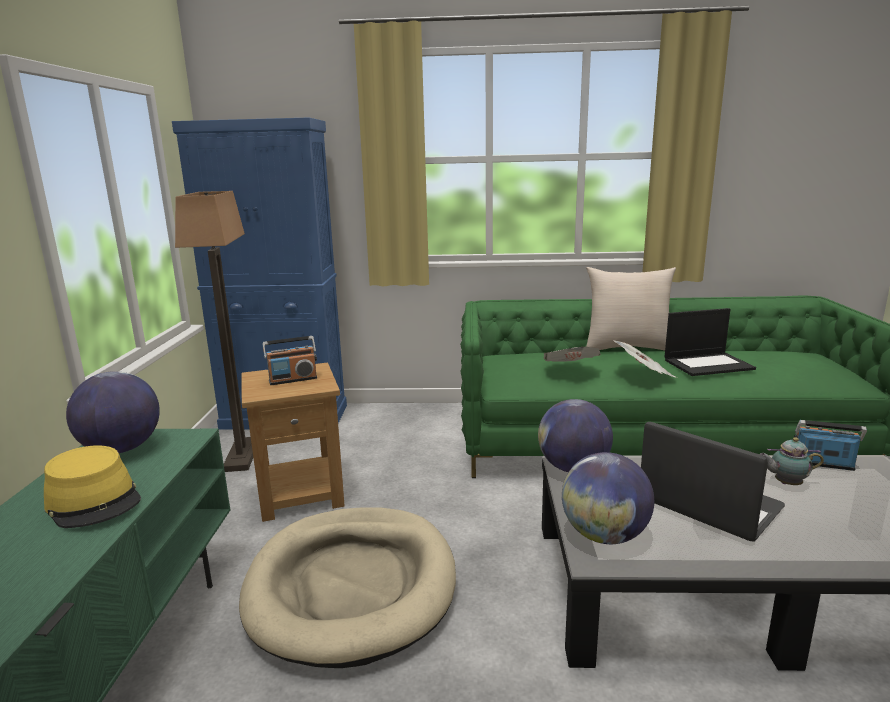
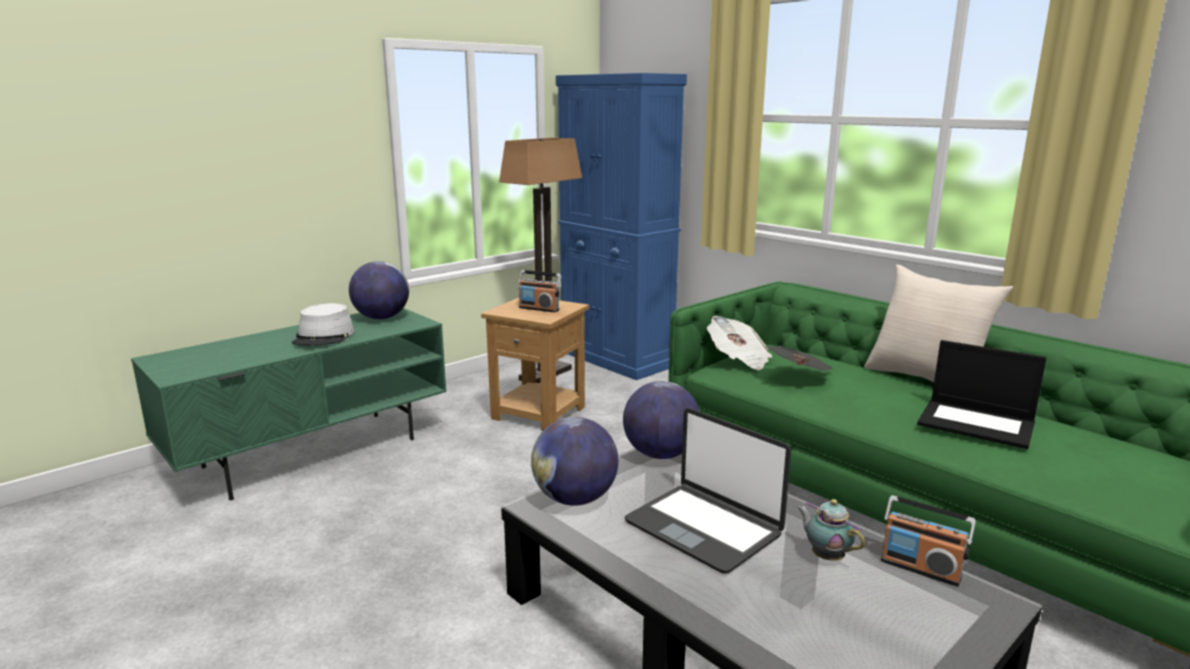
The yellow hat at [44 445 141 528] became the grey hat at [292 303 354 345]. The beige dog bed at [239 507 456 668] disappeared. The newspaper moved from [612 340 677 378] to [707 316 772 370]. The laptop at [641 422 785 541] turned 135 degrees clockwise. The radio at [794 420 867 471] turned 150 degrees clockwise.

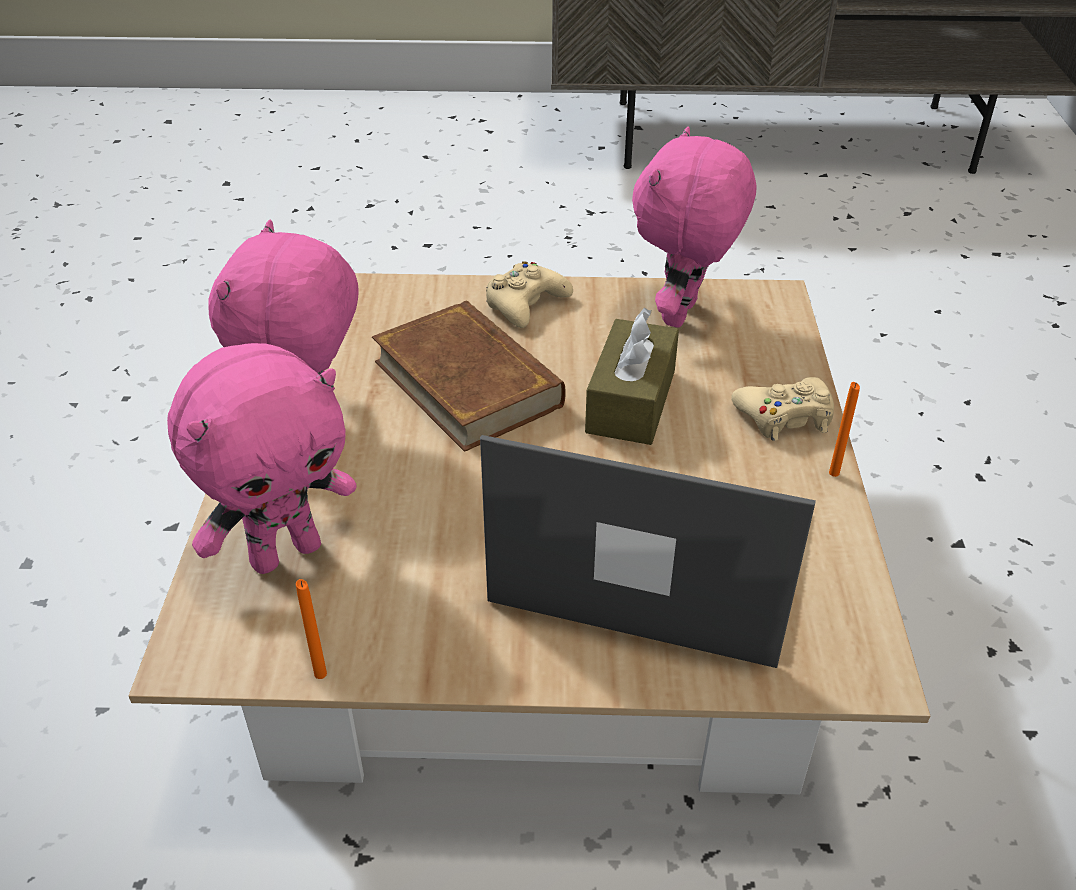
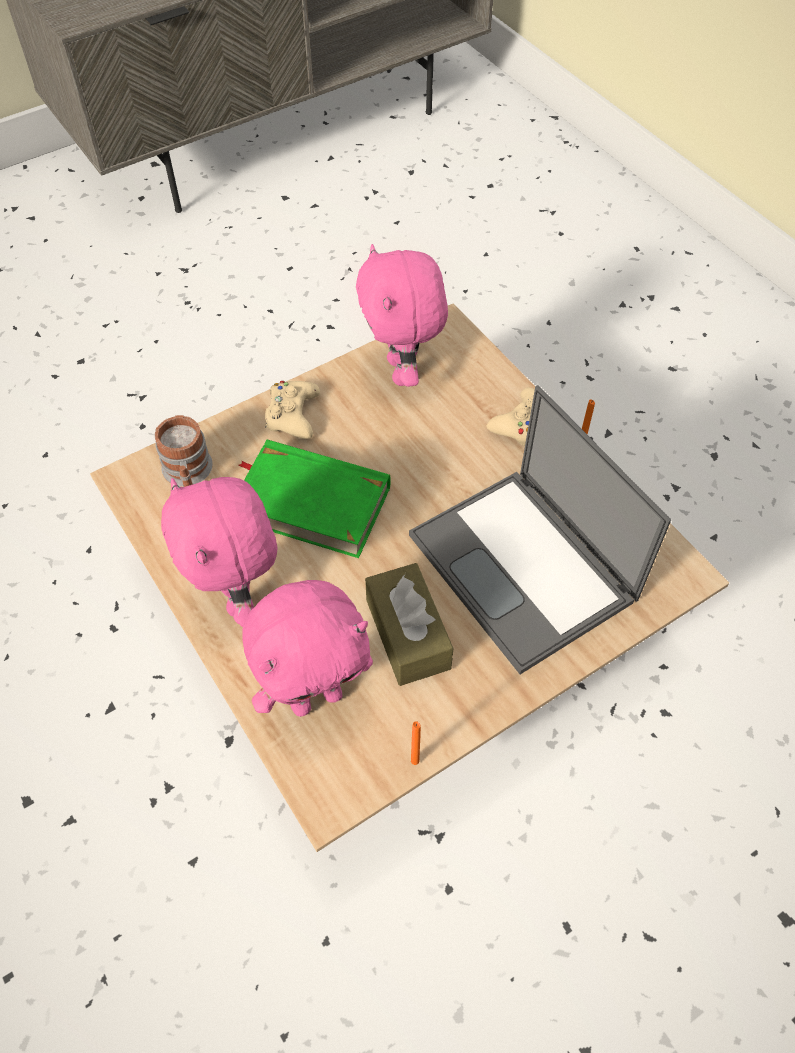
The pink plush toy at [167 343 357 574] turned 45 degrees clockwise. The brown book at [372 300 566 452] became the green book at [239 440 391 558]. The laptop at [480 435 816 668] turned 105 degrees counterclockwise. The brown tissue box moved from [585 307 679 445] to [365 563 453 686]. The mug at [155 415 213 487] appeared.

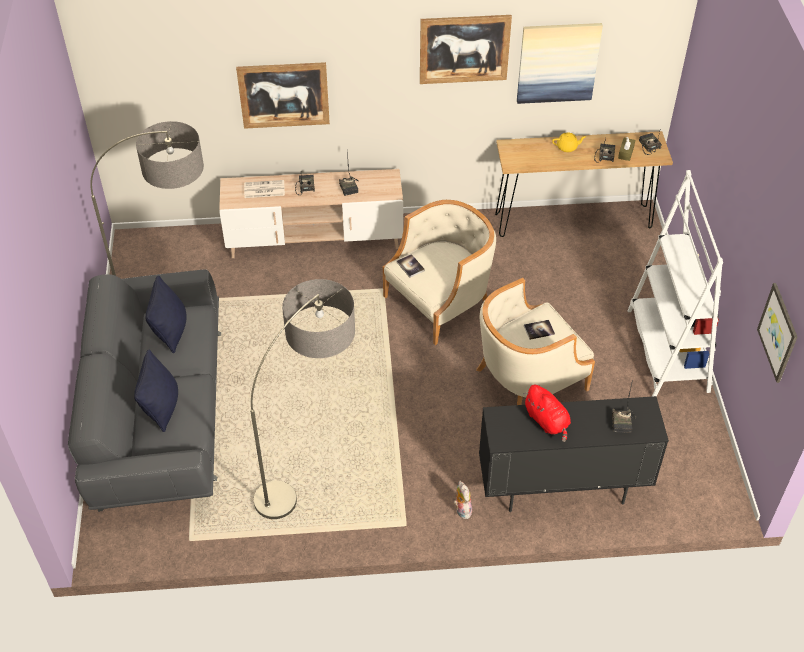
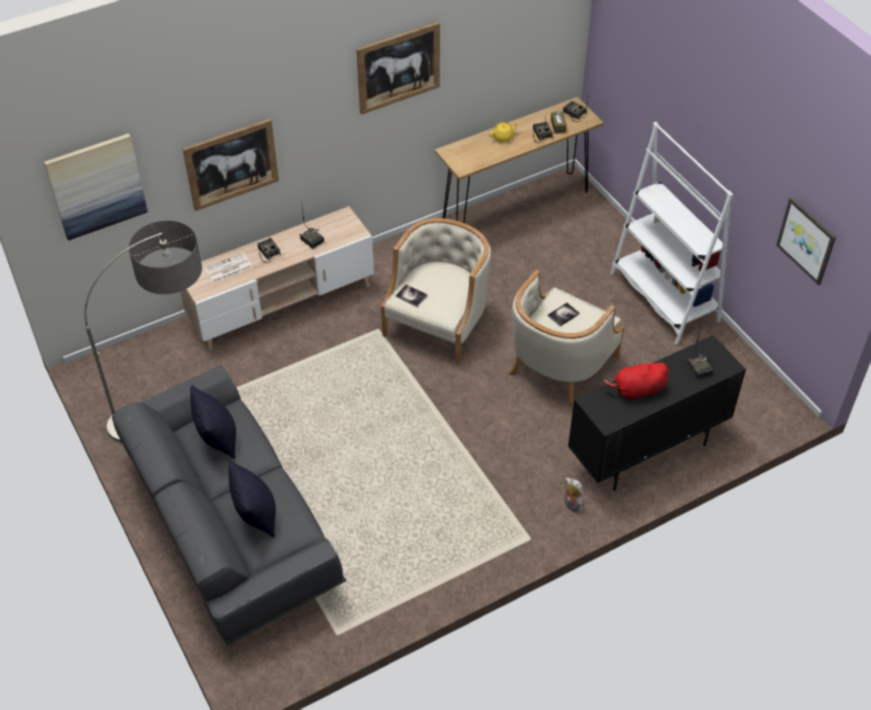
The floor lamp at [250 279 355 519] disappeared. The picture moved from [517 23 603 104] to [44 134 148 241]. The red plush toy at [523 385 571 442] turned 135 degrees clockwise.

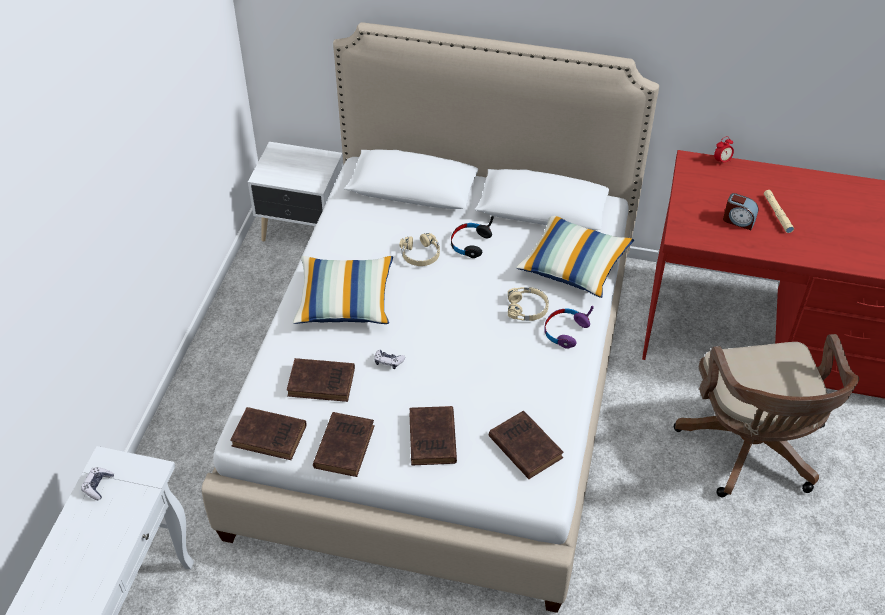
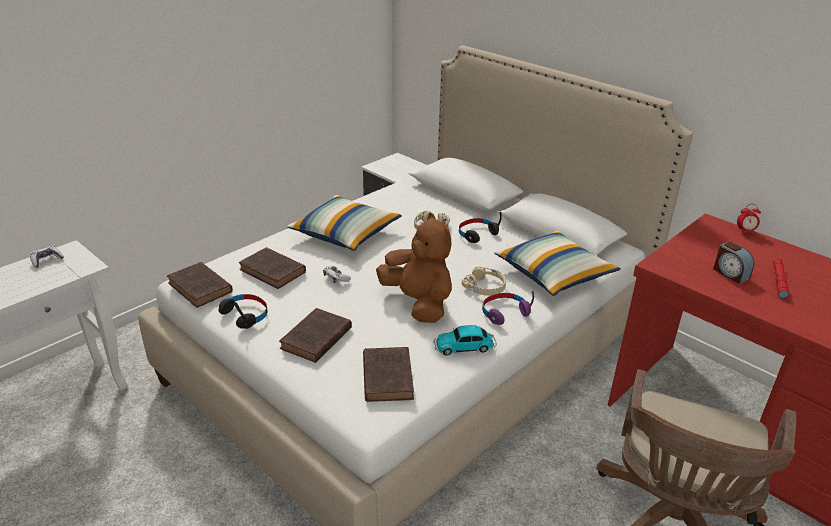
The brown book at [313 412 374 477] was replaced by the black headphones at [219 294 268 329]. The beige flashlight at [764 190 794 233] became the red flashlight at [773 259 789 299]. The brown plush toy at [376 213 452 323] appeared. The toy car at [434 325 497 356] appeared.

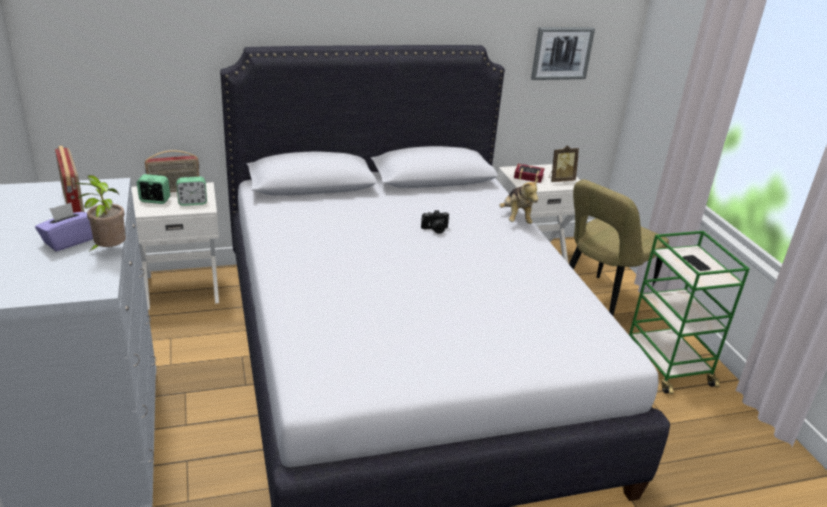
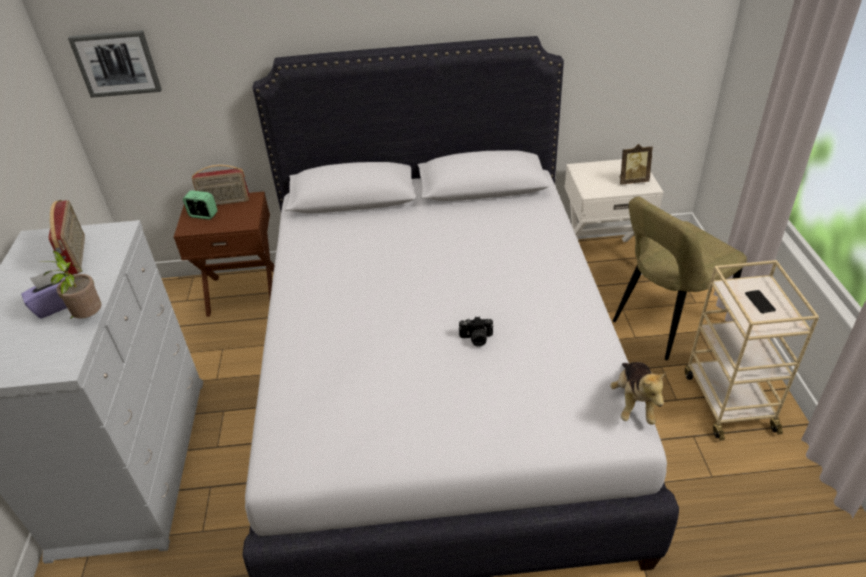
The white nightstand at [131 182 219 310] became the brown nightstand at [174 191 275 317]. The alarm clock at [177 177 207 206] disappeared. The photo camera moved from [421 210 450 234] to [459 316 494 347]. The plush toy moved from [499 178 539 224] to [610 362 667 425]. The book at [514 164 545 183] disappeared. The picture moved from [531 27 595 80] to [68 30 162 98]. The green cart at [629 231 750 394] became the beige cart at [685 260 819 441].

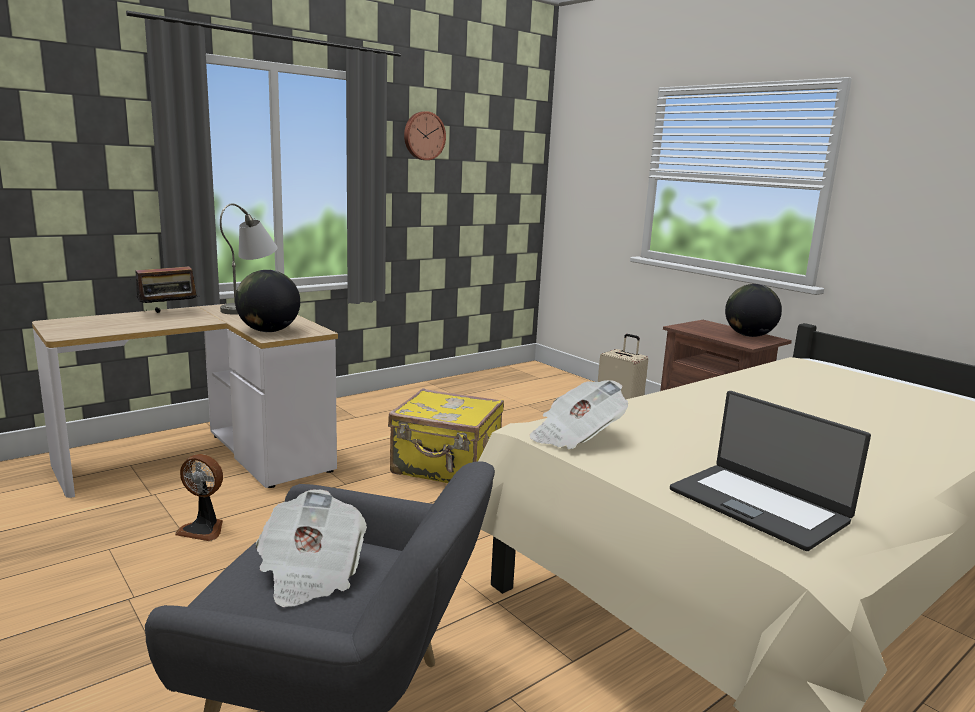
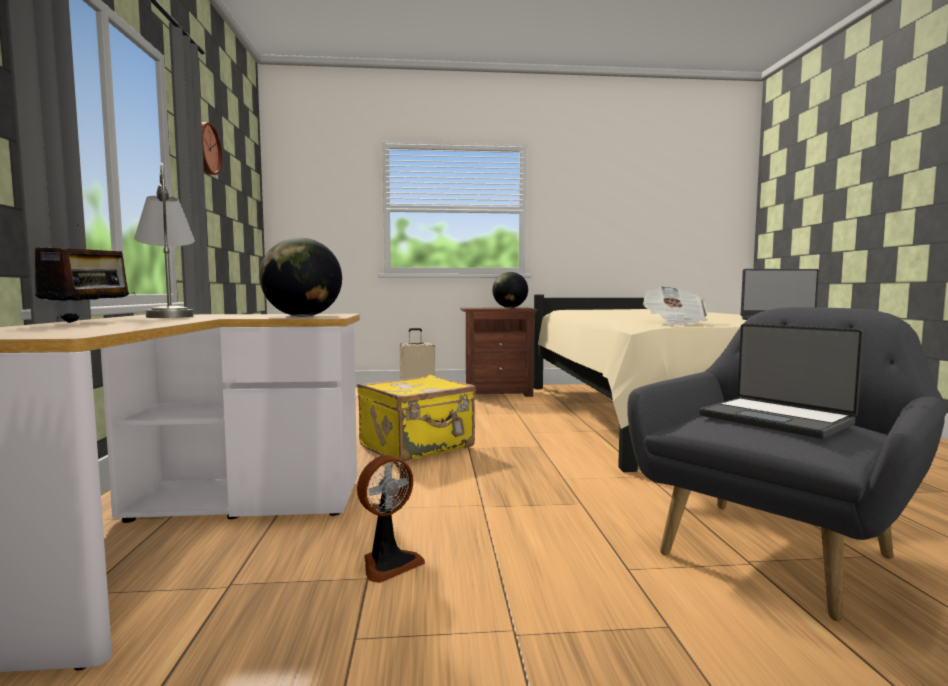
The newspaper at [256 489 367 607] was replaced by the laptop at [699 324 864 439].

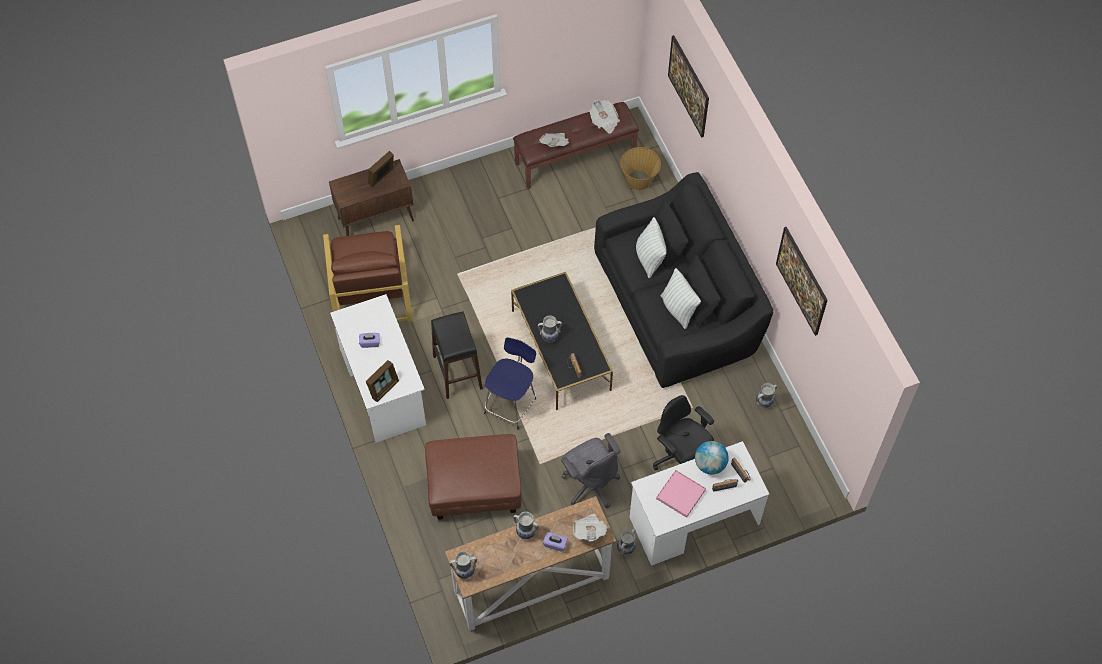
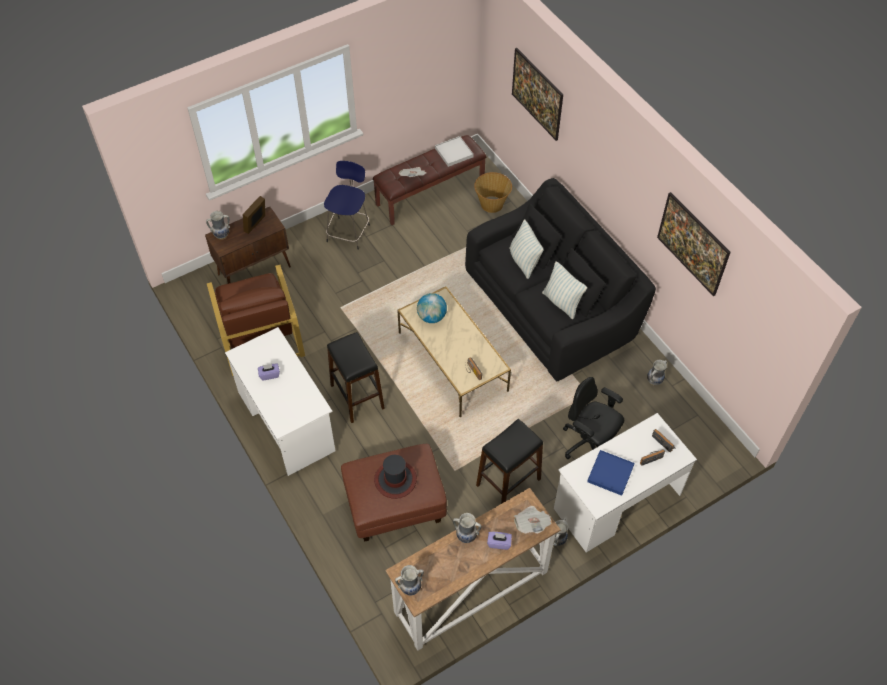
The picture frame at [366 360 399 402] disappeared. The blue stool moved from [484 338 536 430] to [324 161 370 250]. The black coffee table at [511 272 613 410] became the beige coffee table at [397 286 511 417]. The vase moved from [538 315 562 343] to [206 211 230 240]. The grey office chair at [561 433 621 508] was replaced by the black stool at [476 419 543 504]. The newspaper at [589 100 620 134] was replaced by the white tray at [435 136 474 167]. The pink tray at [656 470 706 518] became the blue tray at [587 450 635 496]. The globe moved from [695 441 729 475] to [417 293 447 323]. The hat at [374 455 417 499] appeared.

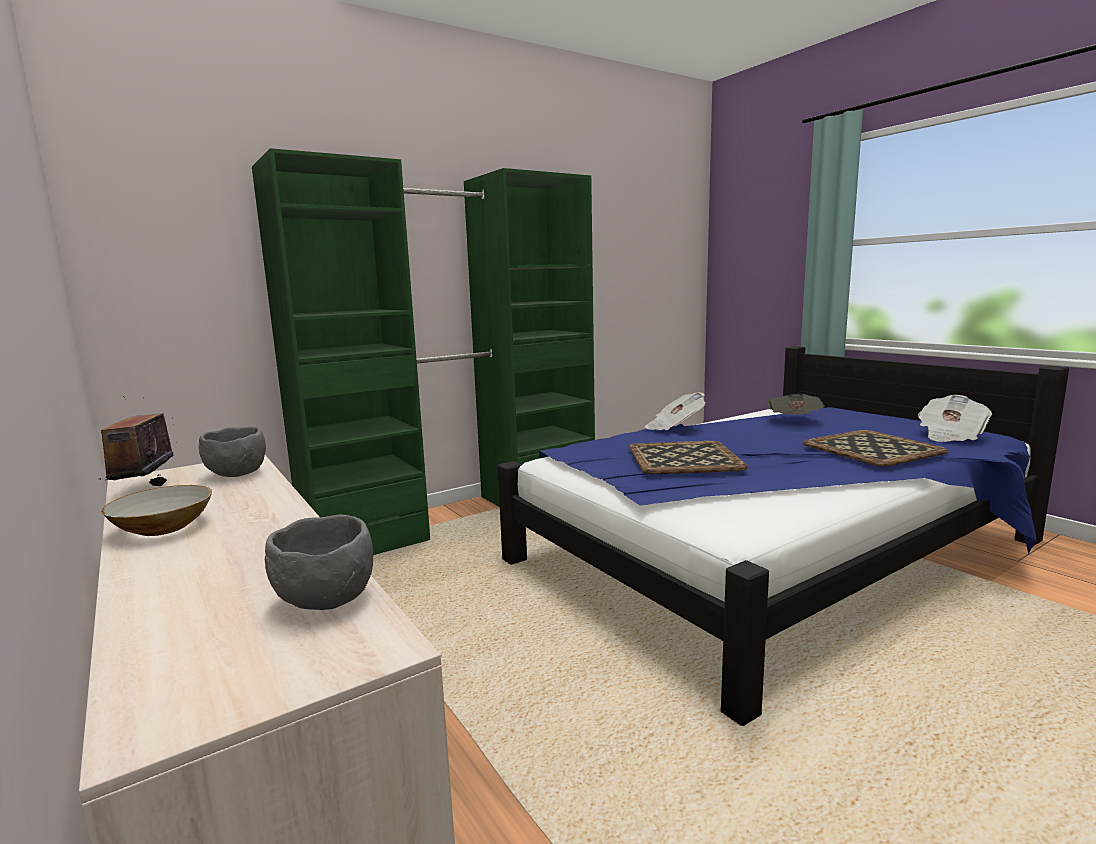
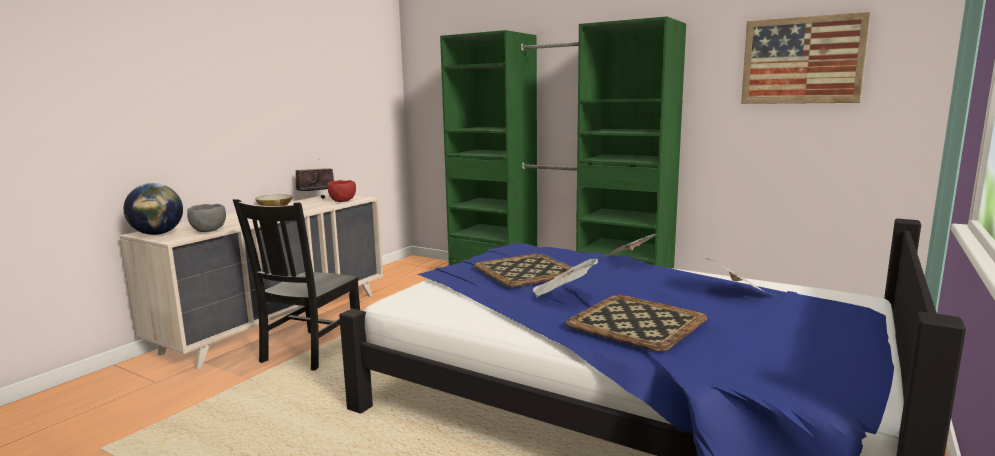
The grey bowl at [199 426 266 477] became the red bowl at [328 180 356 202]. The newspaper moved from [918 395 992 442] to [533 259 598 297]. The globe at [124 183 183 235] appeared. The black chair at [233 199 360 370] appeared. The picture at [741 12 870 104] appeared.

